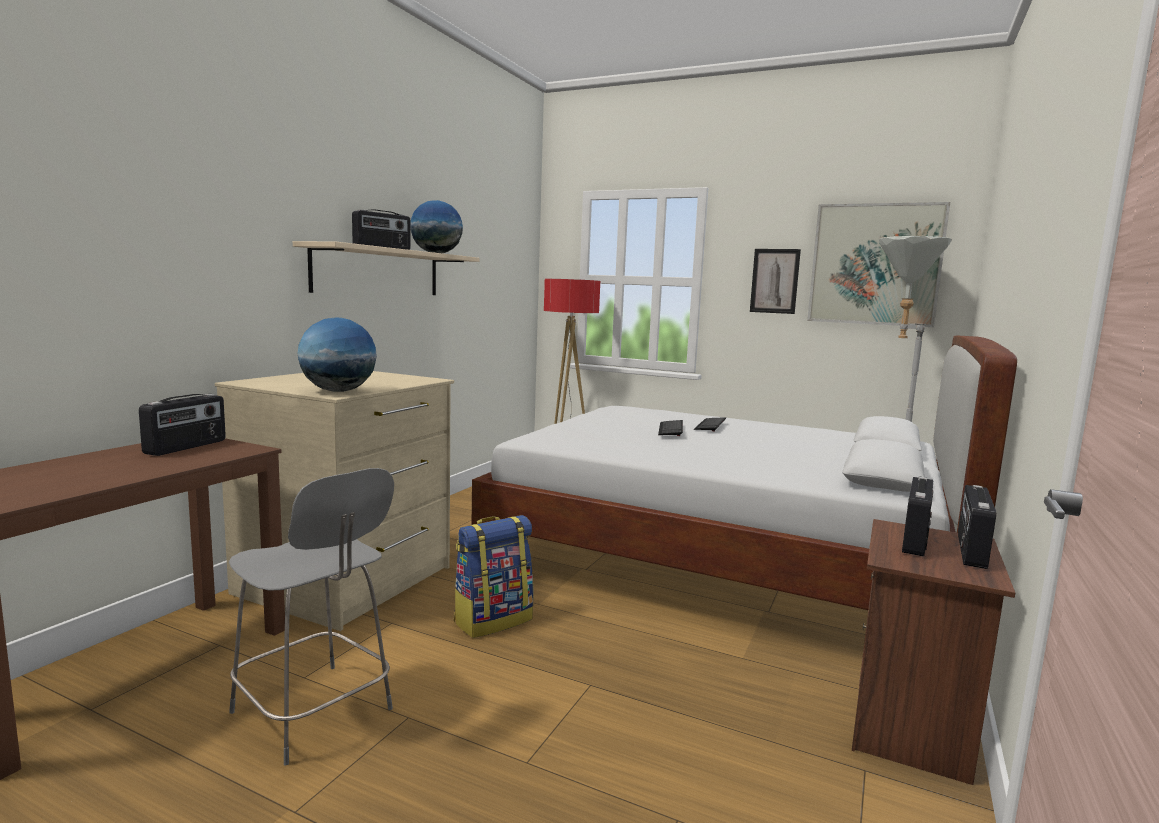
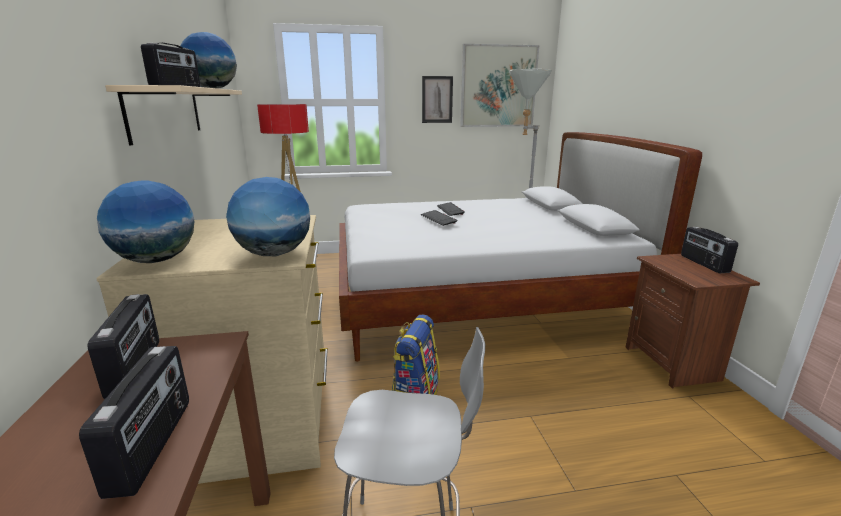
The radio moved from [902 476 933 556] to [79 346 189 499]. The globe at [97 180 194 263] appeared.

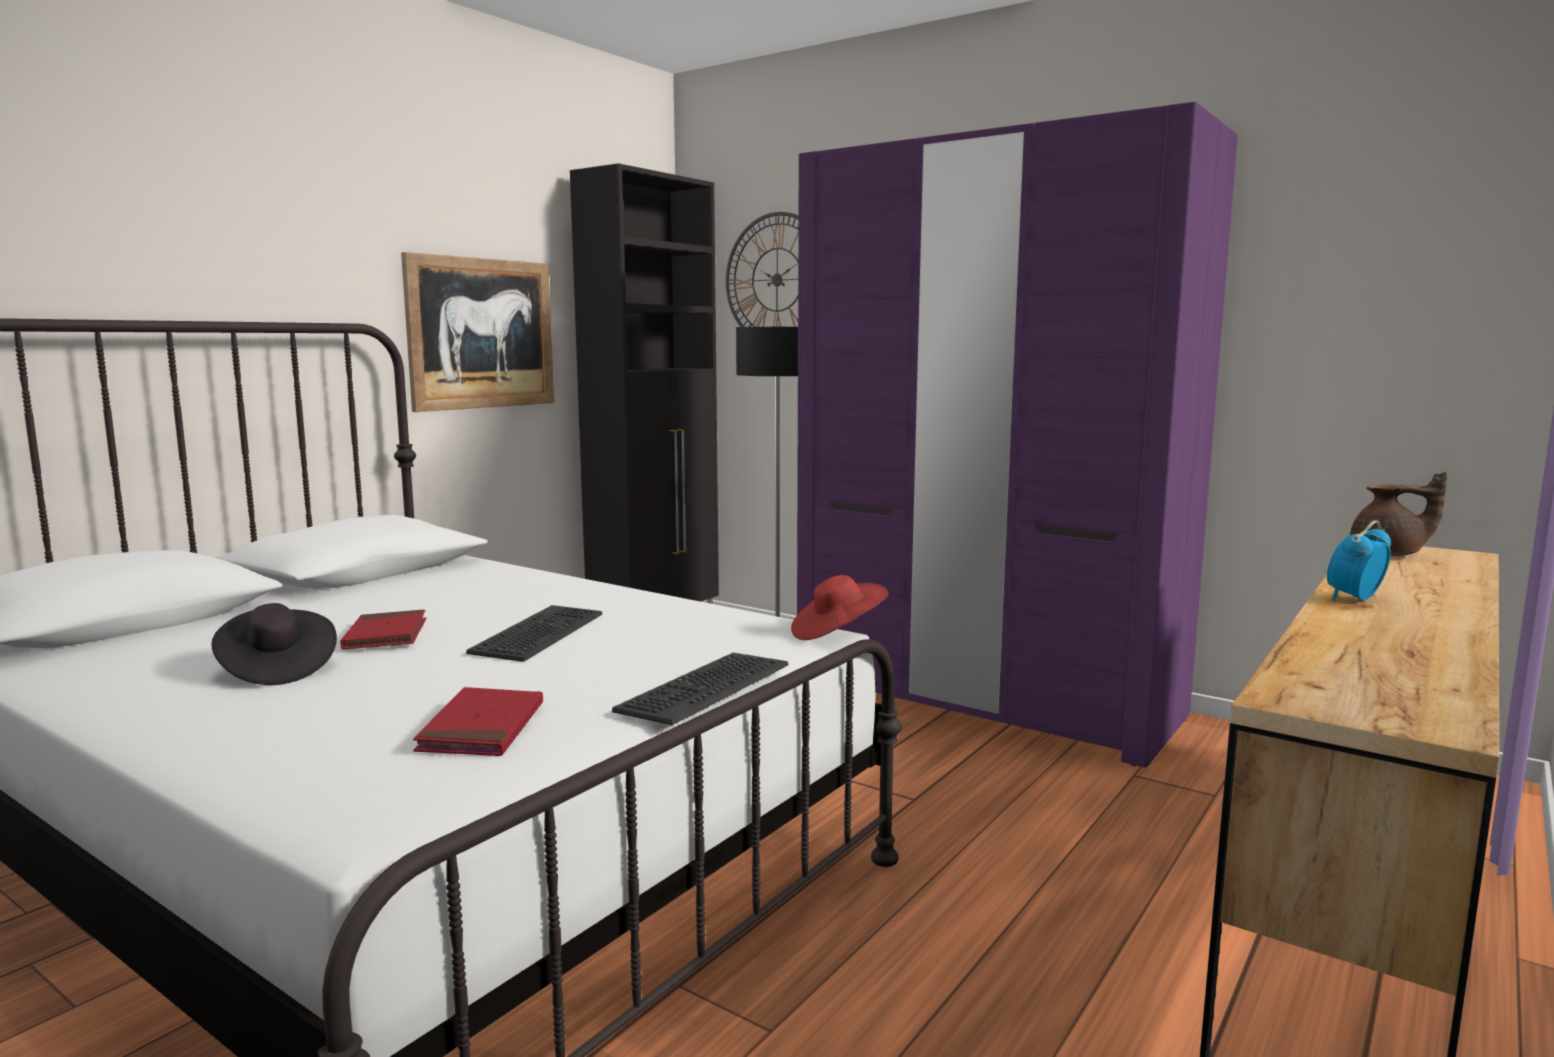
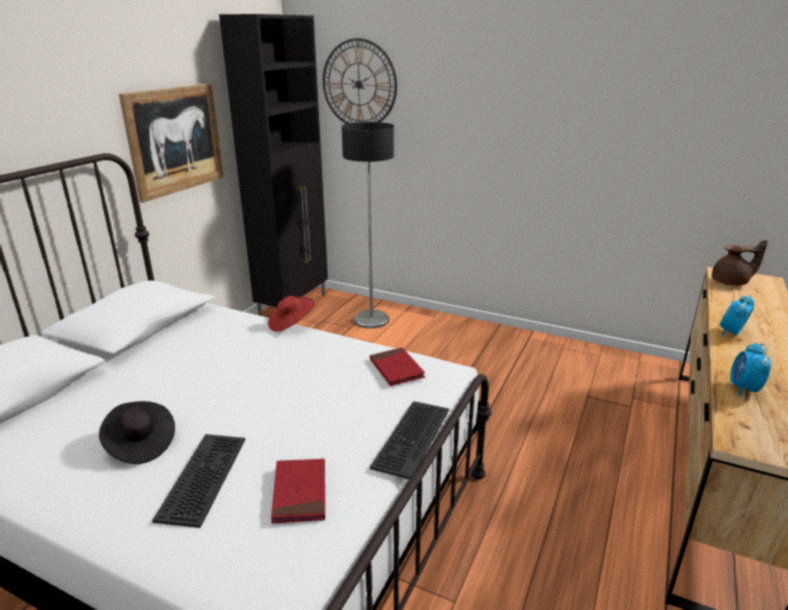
The red book moved from [340 610 426 650] to [370 347 425 386]. The keyboard moved from [466 605 602 662] to [152 434 246 528]. The red hat moved from [791 575 888 640] to [268 296 315 332]. The purple wardrobe at [797 102 1238 768] disappeared. The alarm clock at [730 343 771 396] appeared.

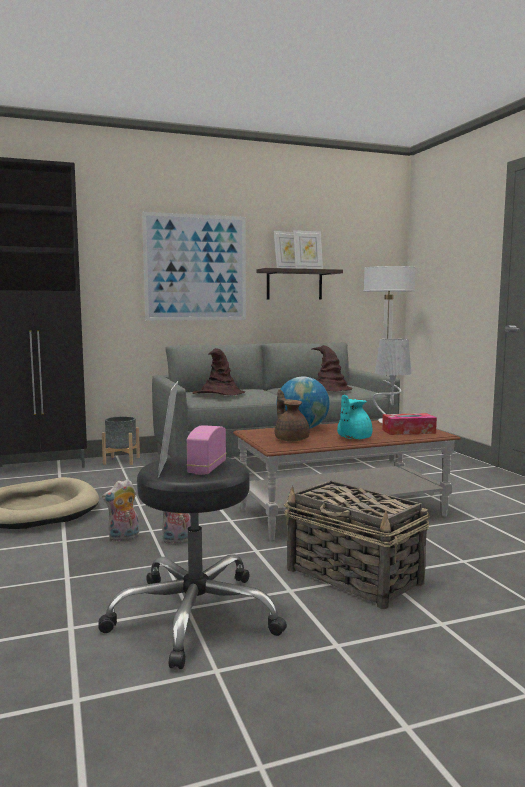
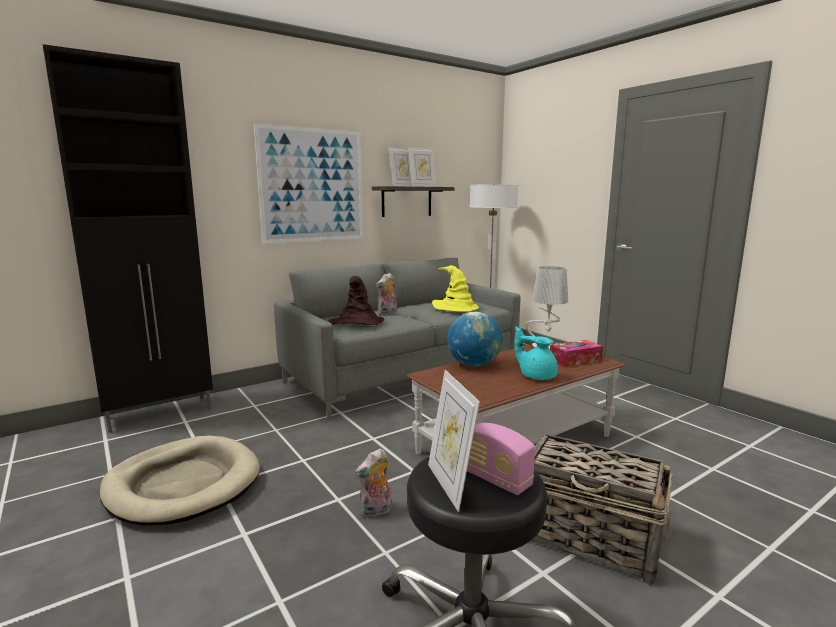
The grey planter at [102 416 140 465] disappeared. The plush toy moved from [102 479 139 542] to [376 273 397 316]. The radio at [187 425 226 475] turned 45 degrees counterclockwise. The brown teapot at [275 390 310 441] disappeared. The brown hat at [312 345 353 391] became the yellow hat at [432 265 479 312]. The turquoise teapot at [337 395 372 439] turned 105 degrees clockwise.

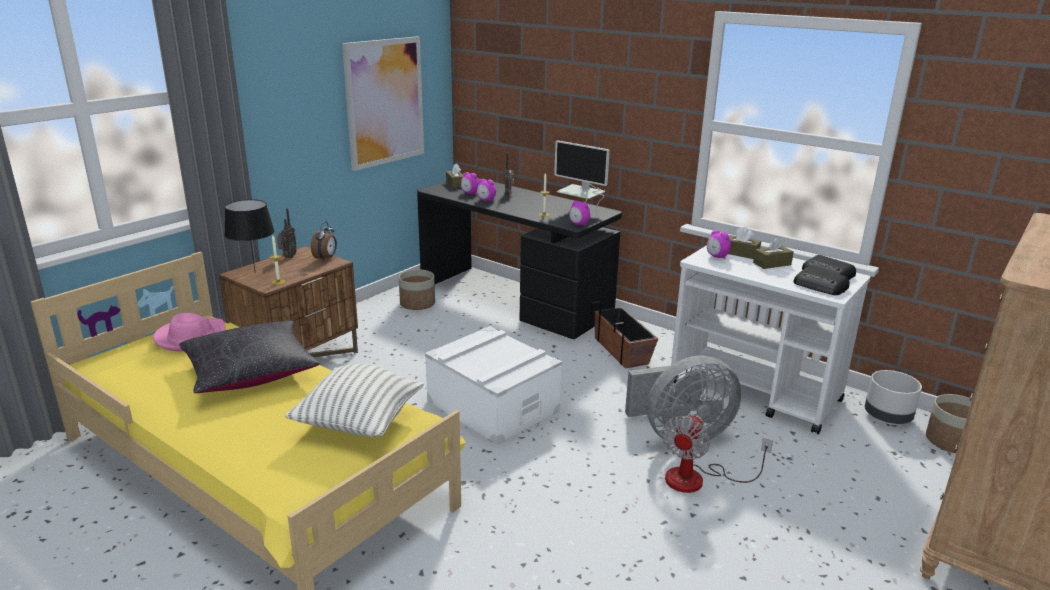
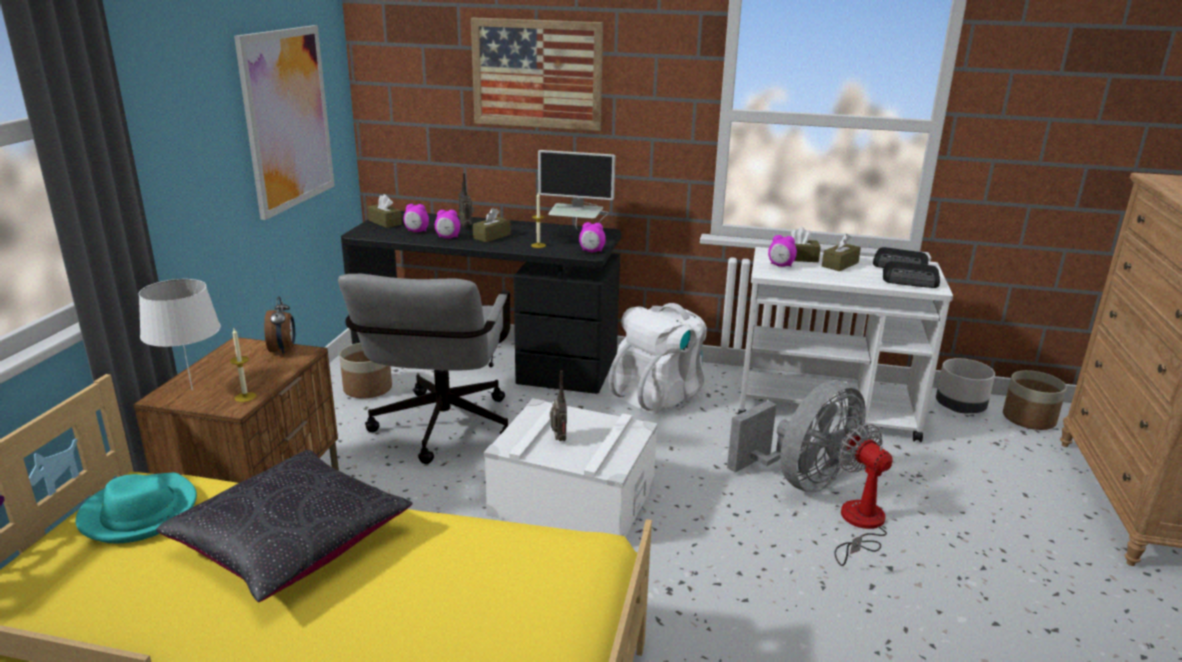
The pink hat at [153 313 226 351] became the turquoise hat at [76 473 197 543]. The black table lamp at [224 199 274 271] became the white table lamp at [139 279 221 391]. The radio moved from [277 208 297 258] to [550 370 567 441]. The pillow at [285 364 424 437] disappeared. The planter at [591 301 658 368] was replaced by the white backpack at [608 303 707 414]. The fan at [662 414 773 493] turned 150 degrees clockwise. The grey office chair at [338 274 510 464] appeared. The picture at [471 17 603 131] appeared. The brown tissue box at [473 208 511 242] appeared.

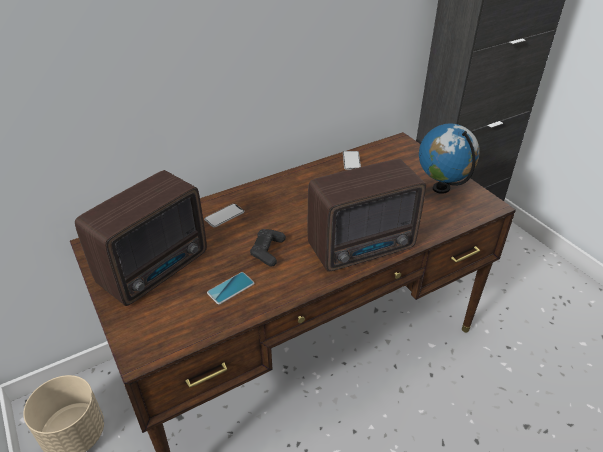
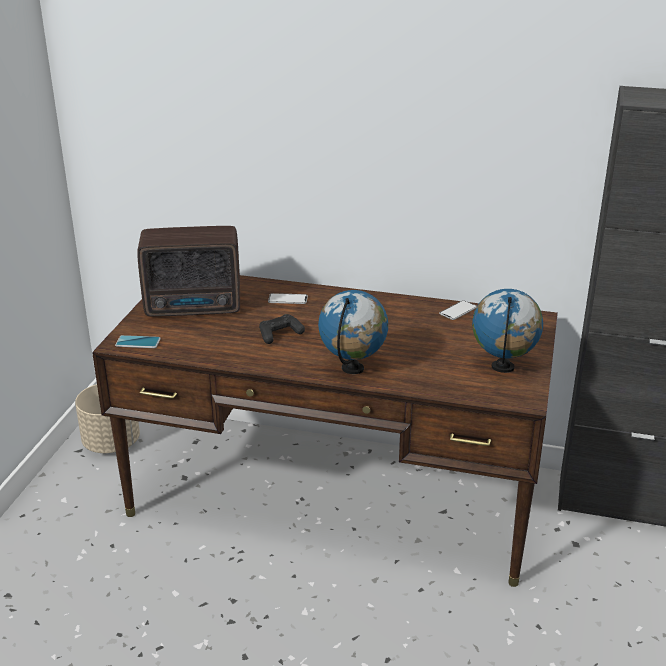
The phone moved from [207 272 254 304] to [115 335 161 348]. The radio at [307 159 426 272] was replaced by the globe at [318 290 388 374].

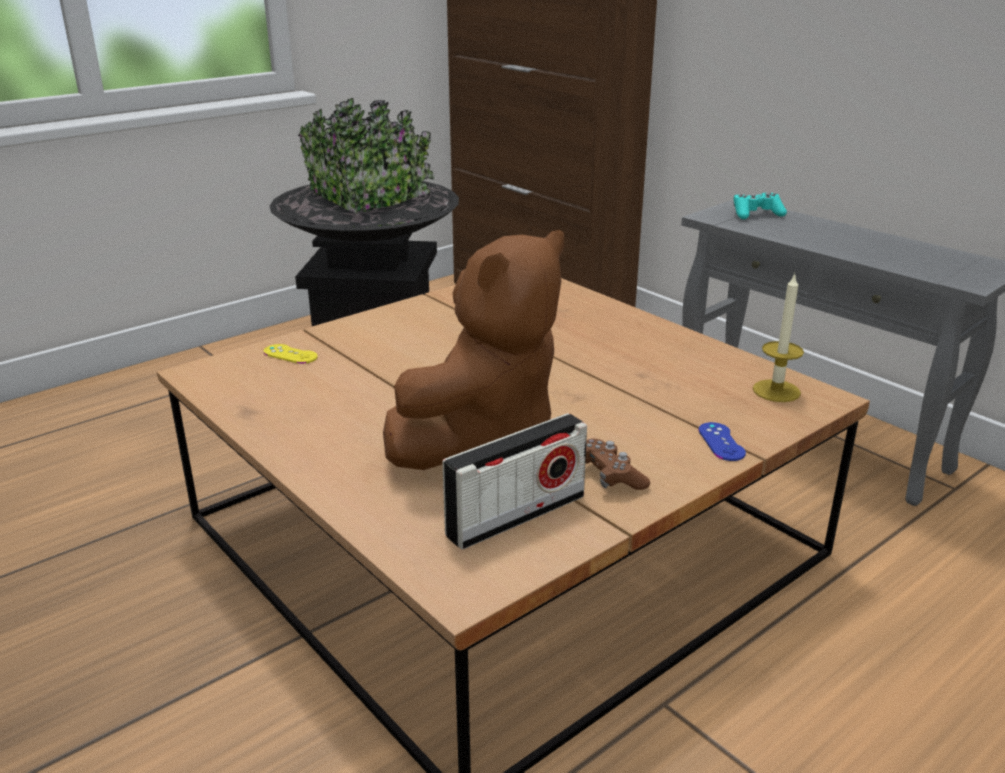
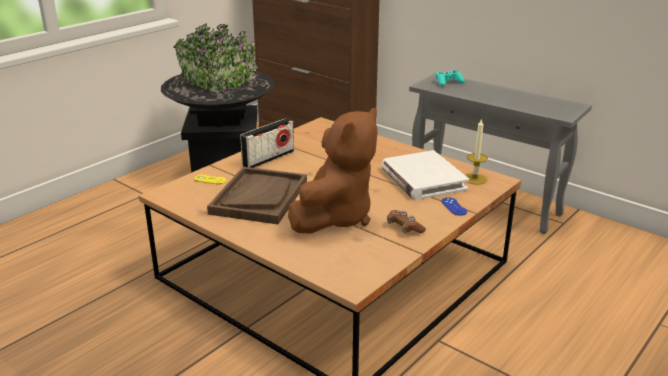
The radio moved from [442 413 587 550] to [240 118 294 168]. The brown tray at [207 167 307 224] appeared. The white book at [381 150 469 200] appeared.

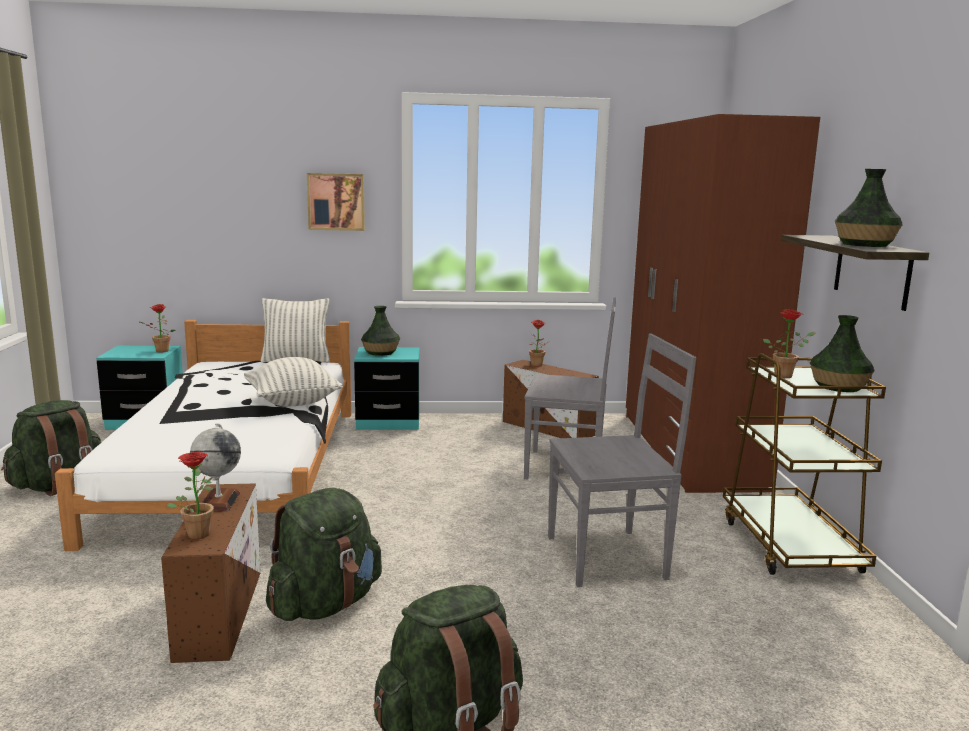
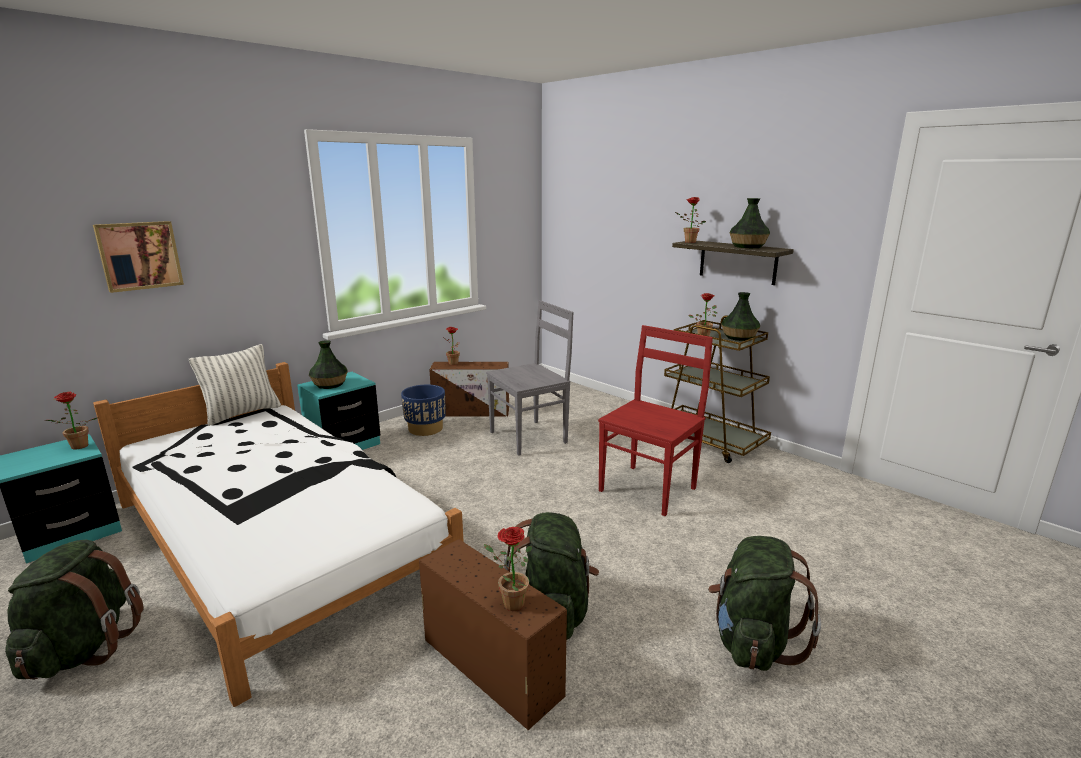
The globe at [190 423 241 511] disappeared. The pillow at [244 357 343 406] disappeared. The picture moved from [307 173 365 231] to [93 221 184 293]. The grey chair at [548 333 696 587] became the red chair at [598 325 713 516]. The brown wardrobe at [626 114 820 493] disappeared. The blue planter at [401 385 445 436] appeared. The potted plant at [675 197 706 243] appeared.

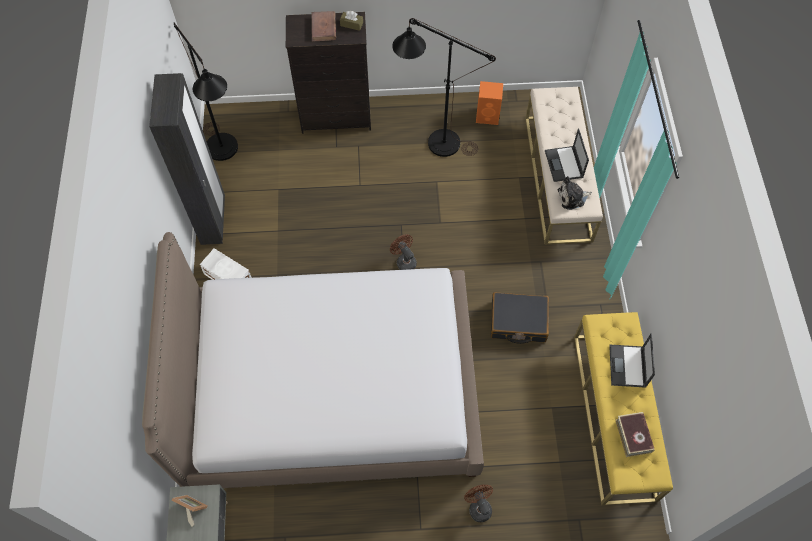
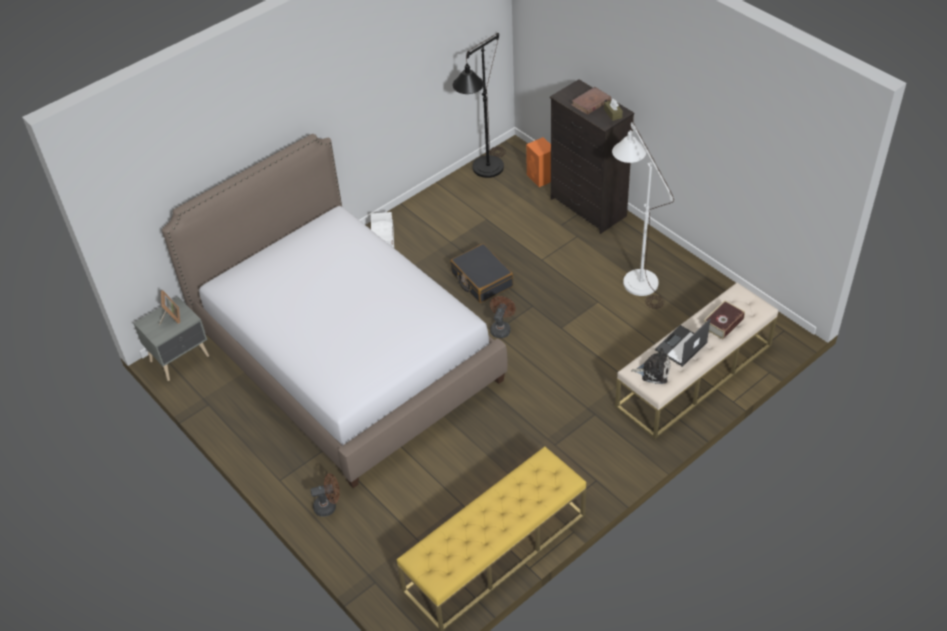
The black wardrobe at [149 73 225 245] disappeared. The black floor lamp at [392 18 496 157] became the white floor lamp at [612 122 674 309]. The brown fan at [464 485 493 522] turned 45 degrees clockwise. The orange speaker moved from [476 81 503 125] to [526 137 551 187]. The black suitcase moved from [490 292 549 344] to [450 244 513 303]. The plush toy at [558 176 592 210] turned 150 degrees clockwise. The laptop at [609 333 655 388] disappeared. The book moved from [616 412 655 457] to [704 300 745 340].

